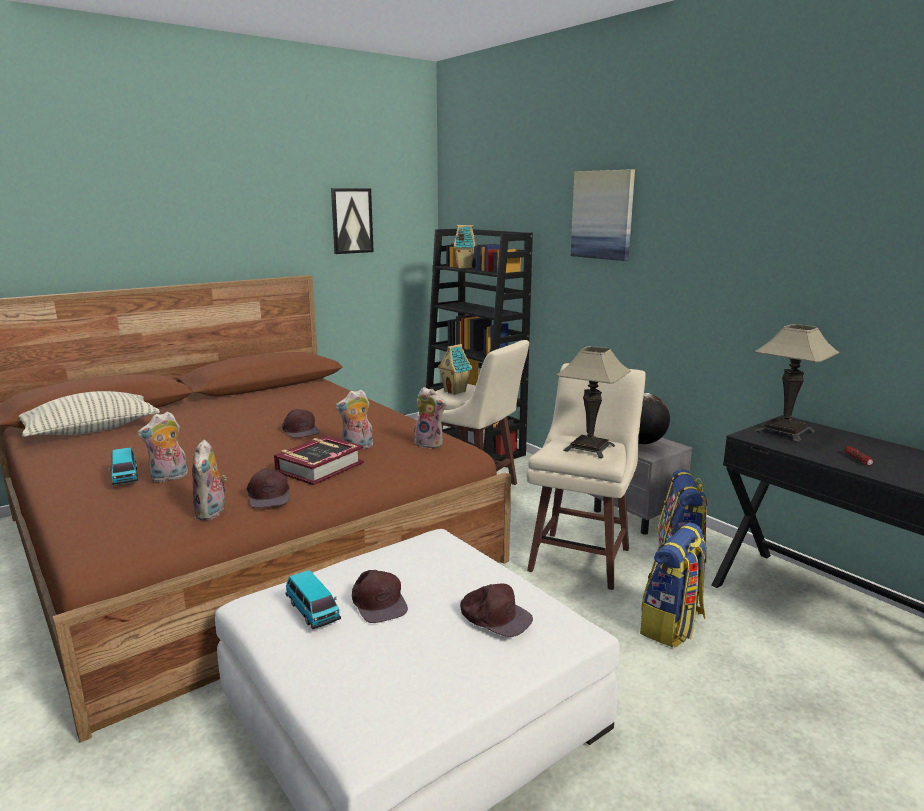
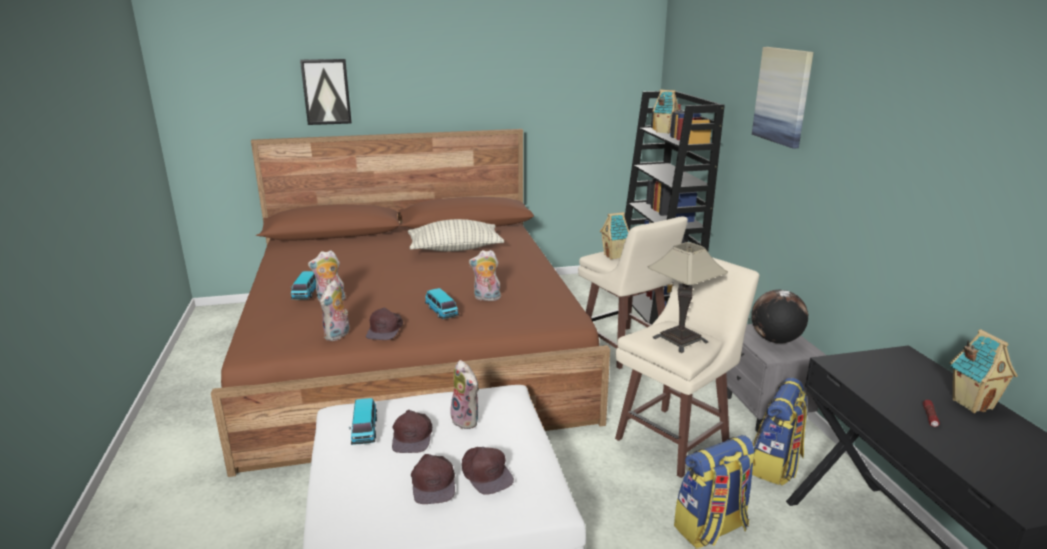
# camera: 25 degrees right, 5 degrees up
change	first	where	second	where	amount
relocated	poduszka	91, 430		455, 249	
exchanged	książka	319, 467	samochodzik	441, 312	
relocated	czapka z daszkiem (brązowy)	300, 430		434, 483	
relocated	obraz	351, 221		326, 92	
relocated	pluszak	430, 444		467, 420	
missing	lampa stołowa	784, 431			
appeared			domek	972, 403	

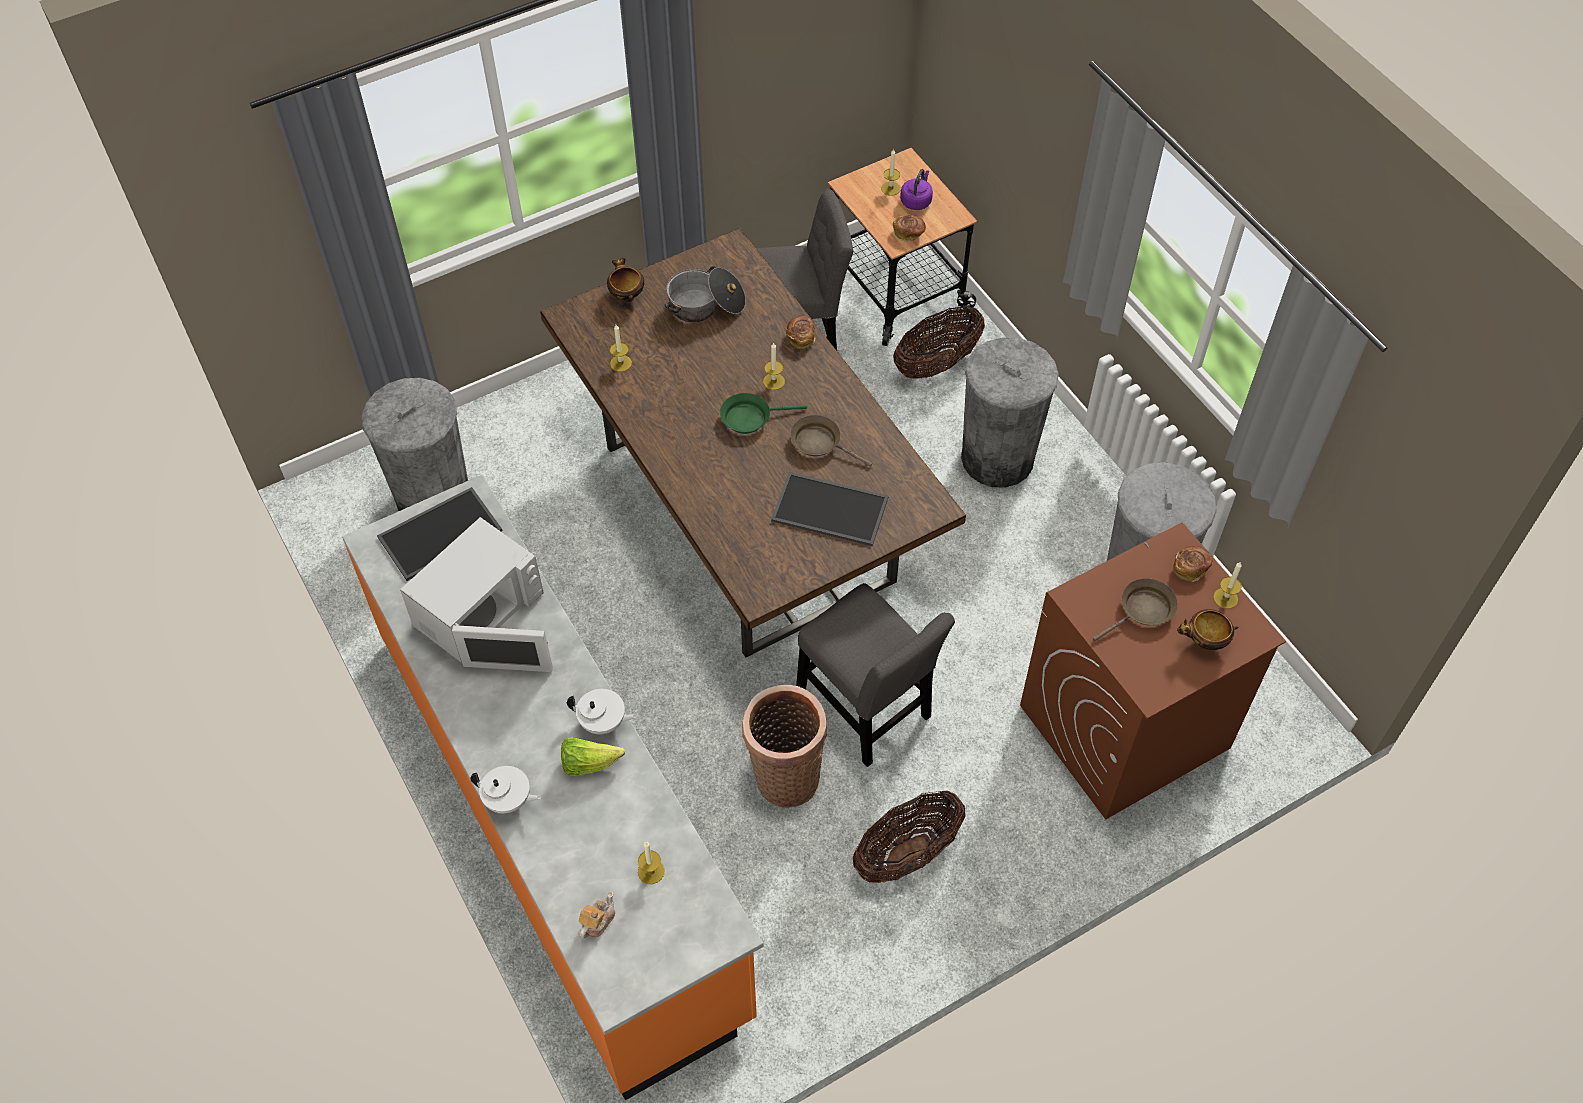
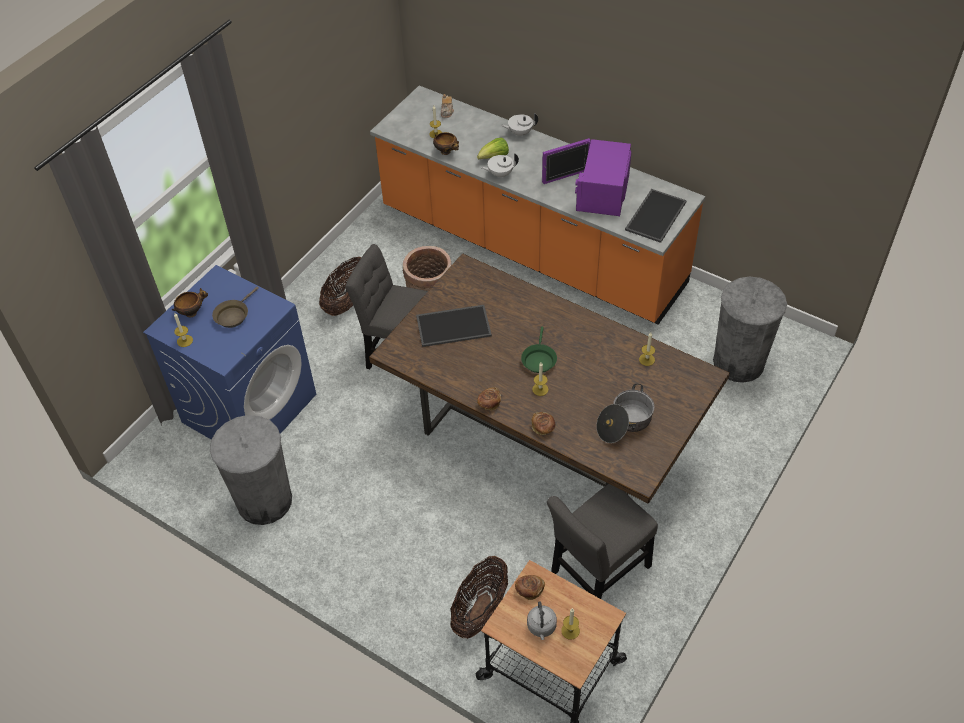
# camera: 155 degrees right, 5 degrees down
change	first	where	second	where	amount
colour	mikrofalówka (biały)	480, 615	mikrofalówka (fioletowy)	599, 191	
relocated	miska	626, 295		446, 152	
spun	patelnia (zielony)	750, 418		538, 359	135 degrees clockwise
missing	patelnia (brązowy)	820, 443			
colour	czajnik (fioletowy)	916, 201	czajnik (szary)	541, 627	
missing	kosz na śmieci (szary)	997, 458			
colour	pralka (brązowy)	1123, 728	pralka (niebieski)	249, 407	
relocated	chleb	1190, 568		489, 403	

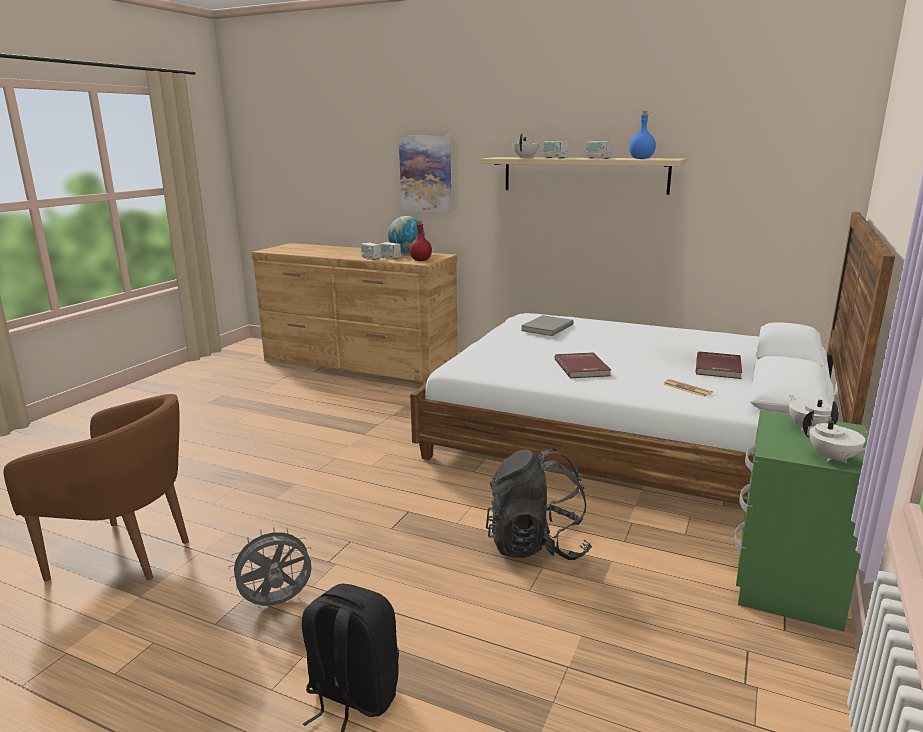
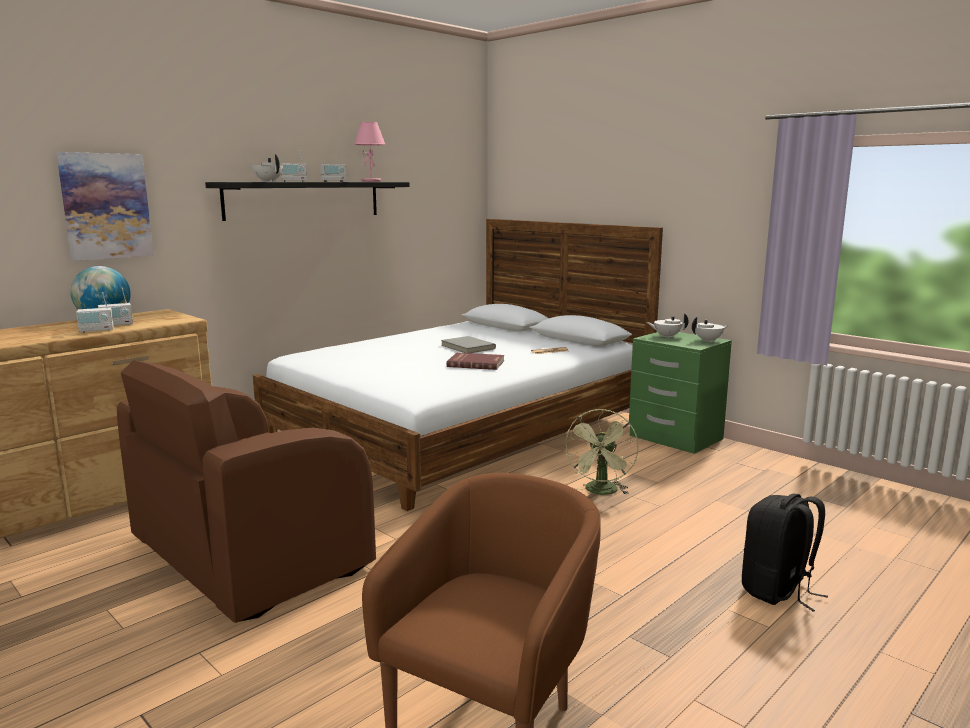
# camera: 70 degrees left, 5 degrees down
change	first	where	second	where	amount
missing	wentylator (szary)	276, 603			
missing	butelka (czerwony)	420, 260			
colour	półka (beżowy)	584, 175	półka (czarny)	304, 199	
exchanged	plecak (czarny)	536, 545	wentylator (zielony)	601, 492	
relocated	książka (szary)	546, 327		467, 347	
exchanged	butelka (niebieski)	641, 159	lampa stołowa (różowy)	371, 181	
missing	książka (czerwony)	719, 367			
appeared			fotel (brązowy)	247, 555	

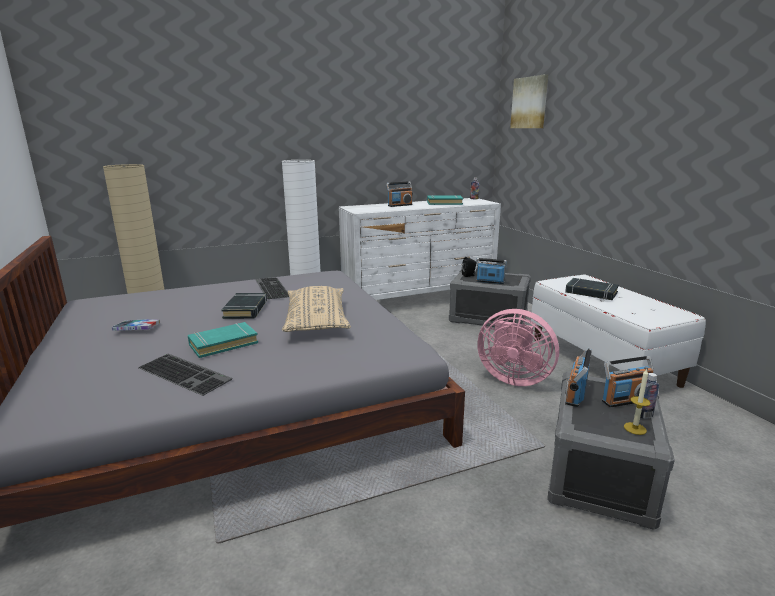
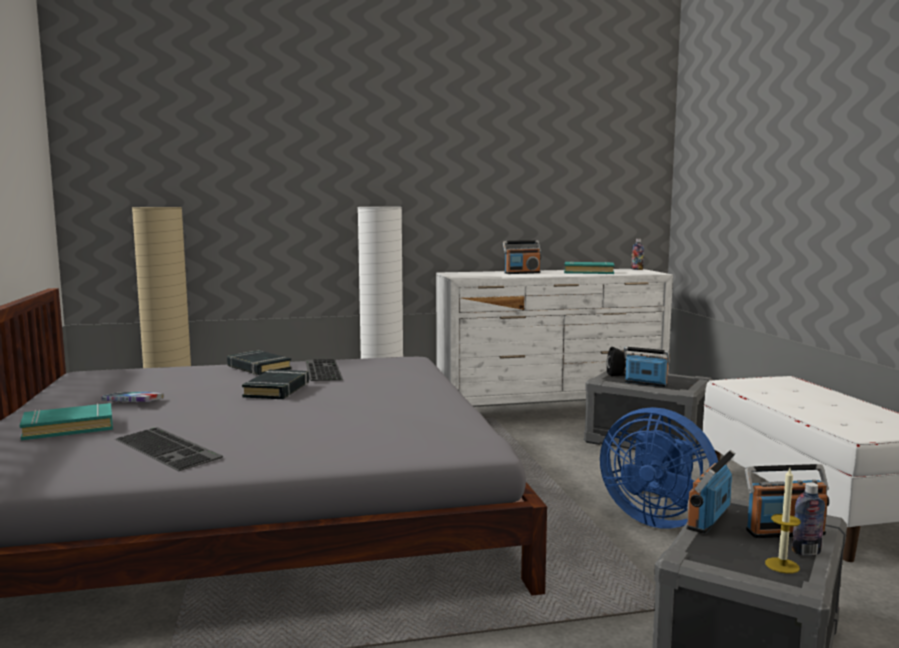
# camera: 10 degrees right, 10 degrees down
change	first	where	second	where	amount
relocated	książka (turkusowy)	223, 344		69, 428	
missing	poduszka (beżowy)	316, 321			
colour	wentylator (różowy)	513, 378	wentylator (niebieski)	657, 518	
missing	obraz	530, 103			
relocated	książka (czarny)	591, 292		258, 368	

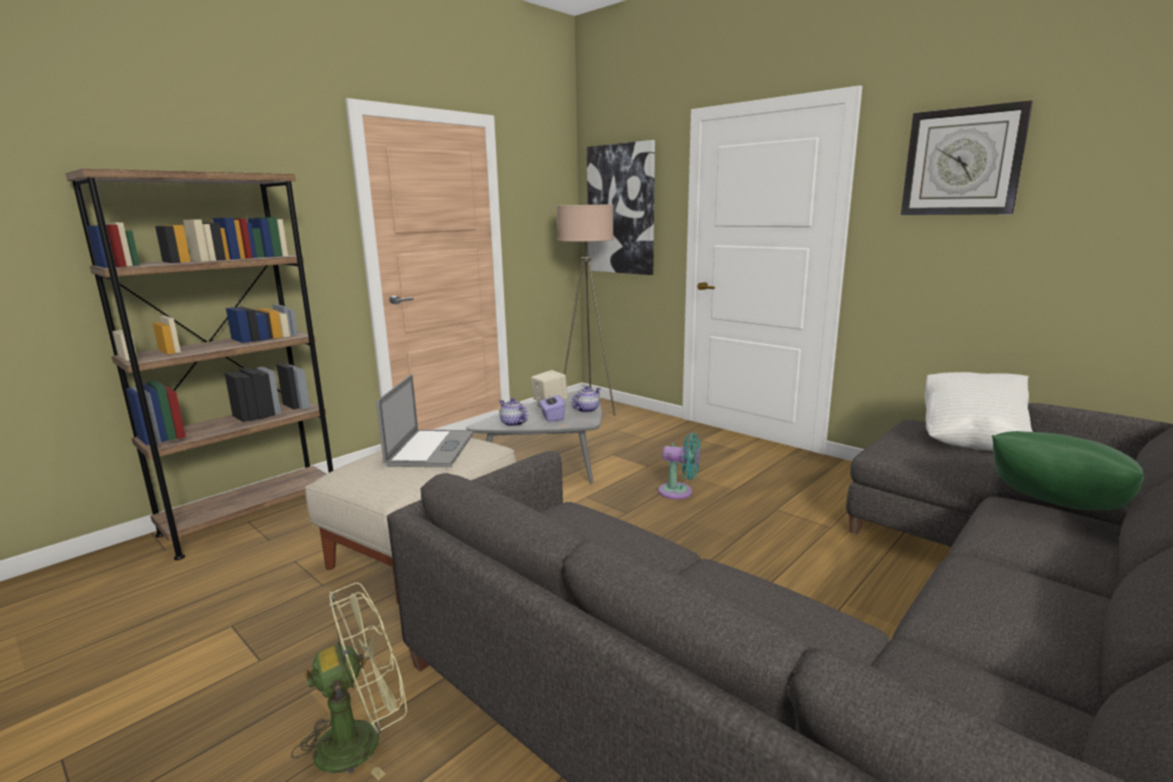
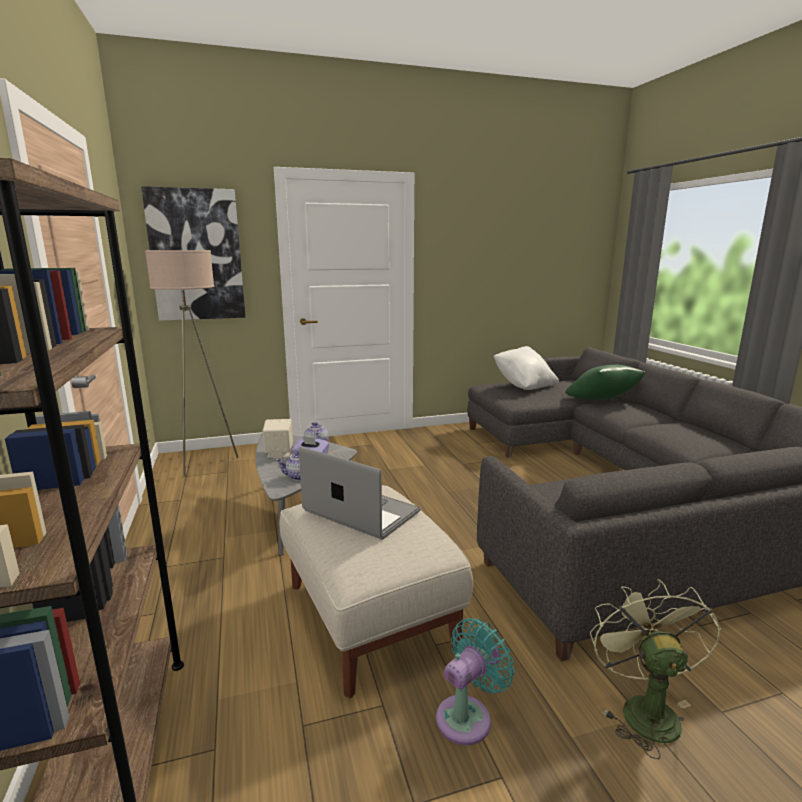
# camera: 60 degrees left, 0 degrees up
change	first	where	second	where	amount
relocated	wentylator (turkusowy)	679, 492		468, 716	
missing	zegar ścienny	962, 162			

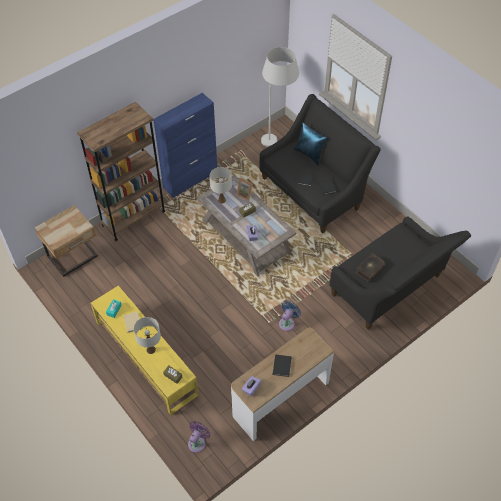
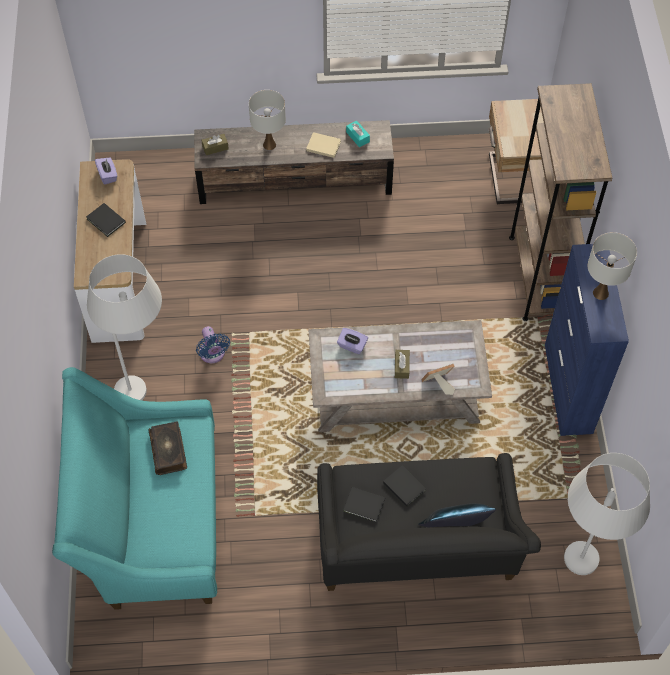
# camera: 125 degrees right, 5 degrees up
change	first	where	second	where	amount
colour	szafka pod telewizor (żółty)	145, 357	szafka pod telewizor (brązowy)	295, 180	
missing	wentylator (fioletowy)	198, 442			
relocated	lampa stołowa (biały)	221, 200		600, 293	
colour	kanapa (czarny)	390, 289	kanapa (turkusowy)	152, 521	
appeared			lampa stojąca (biały)	148, 393	

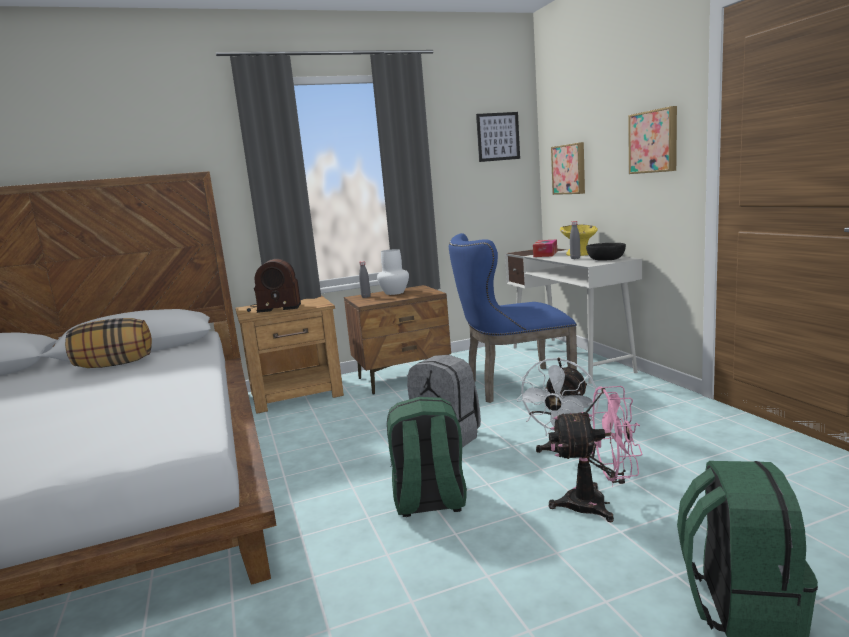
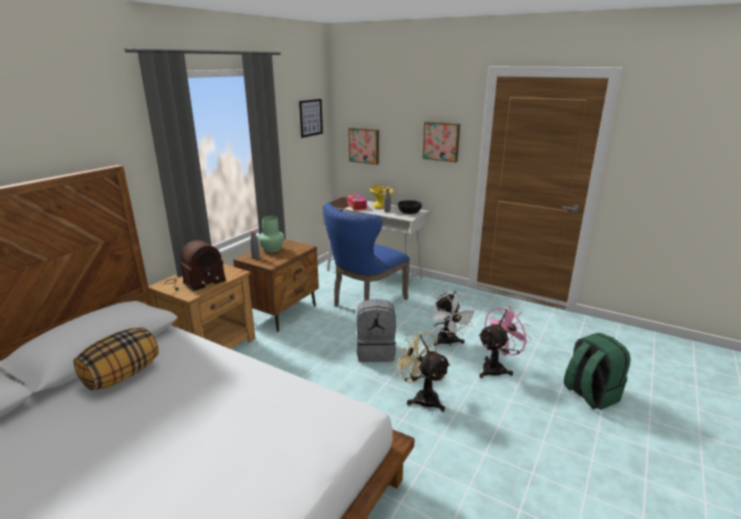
# camera: 40 degrees left, 10 degrees up
change	first	where	second	where	amount
colour	wazon (biały)	395, 292	wazon (zielony)	272, 249	
exchanged	plecak (zielony)	429, 502	wentylator (beżowy)	421, 397	

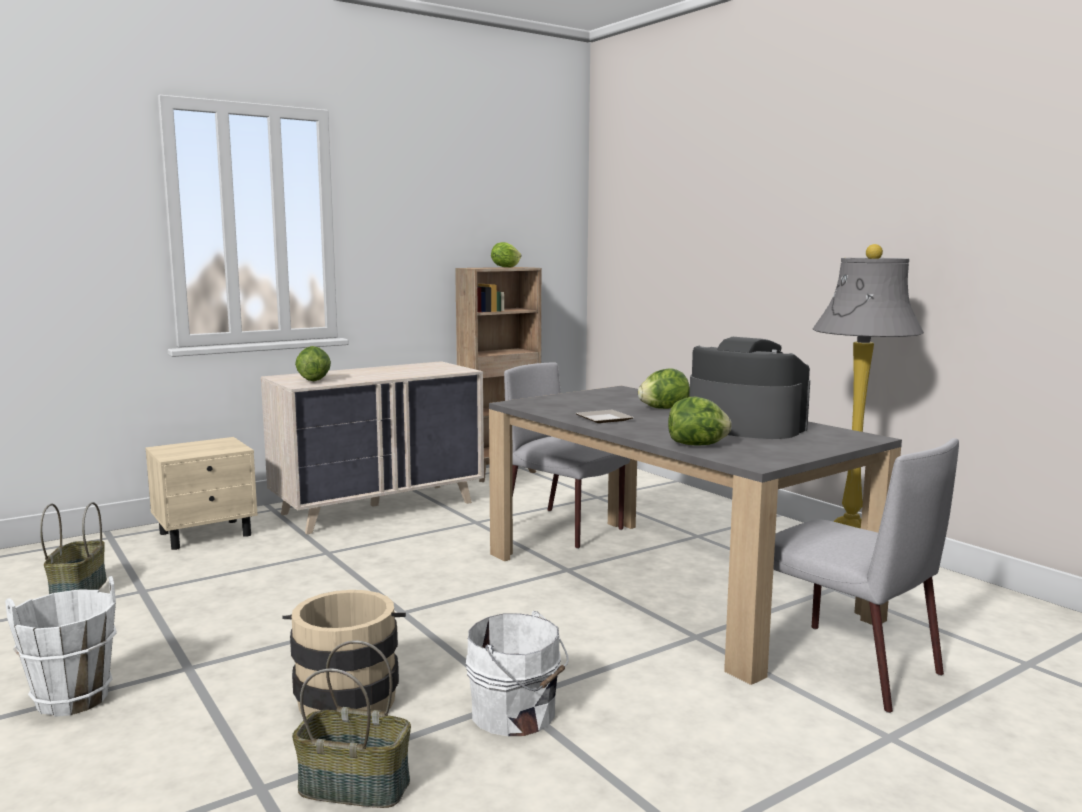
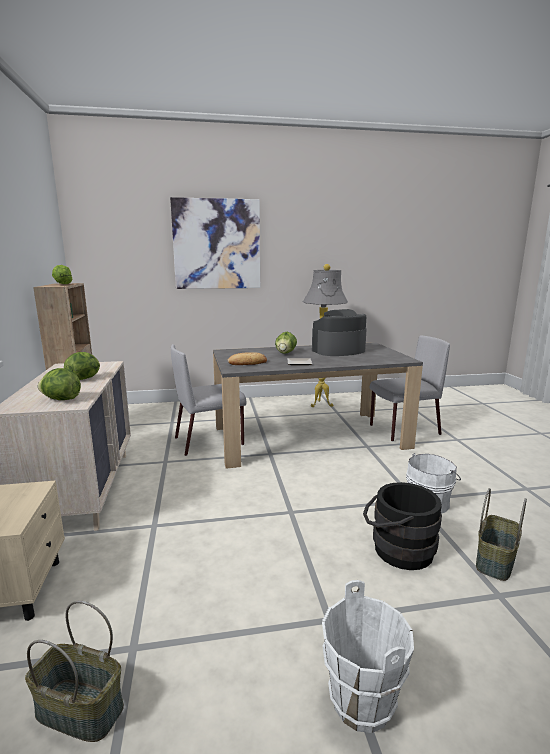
# camera: 65 degrees left, 5 degrees up
change	first	where	second	where	amount
colour	wiadro (beżowy)	348, 696	wiadro (czarny)	397, 549	
relocated	sałata	697, 445		84, 378	
appeared			obraz	217, 244	
appeared			chleb	248, 363	

